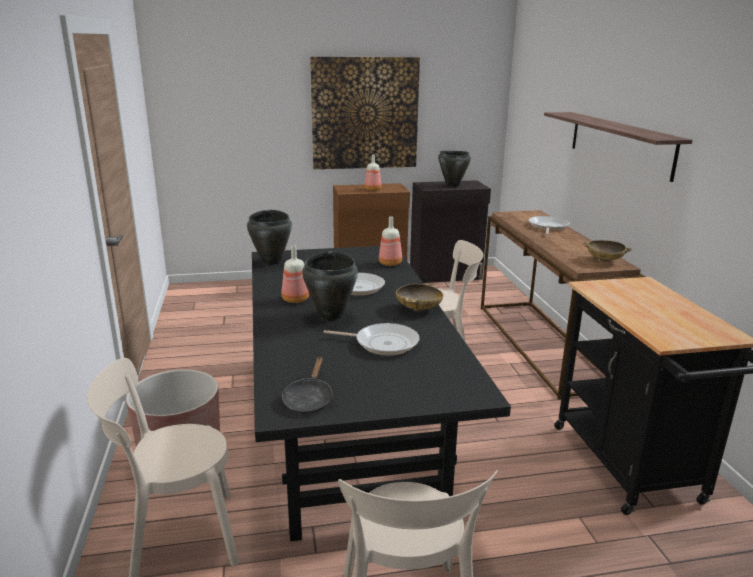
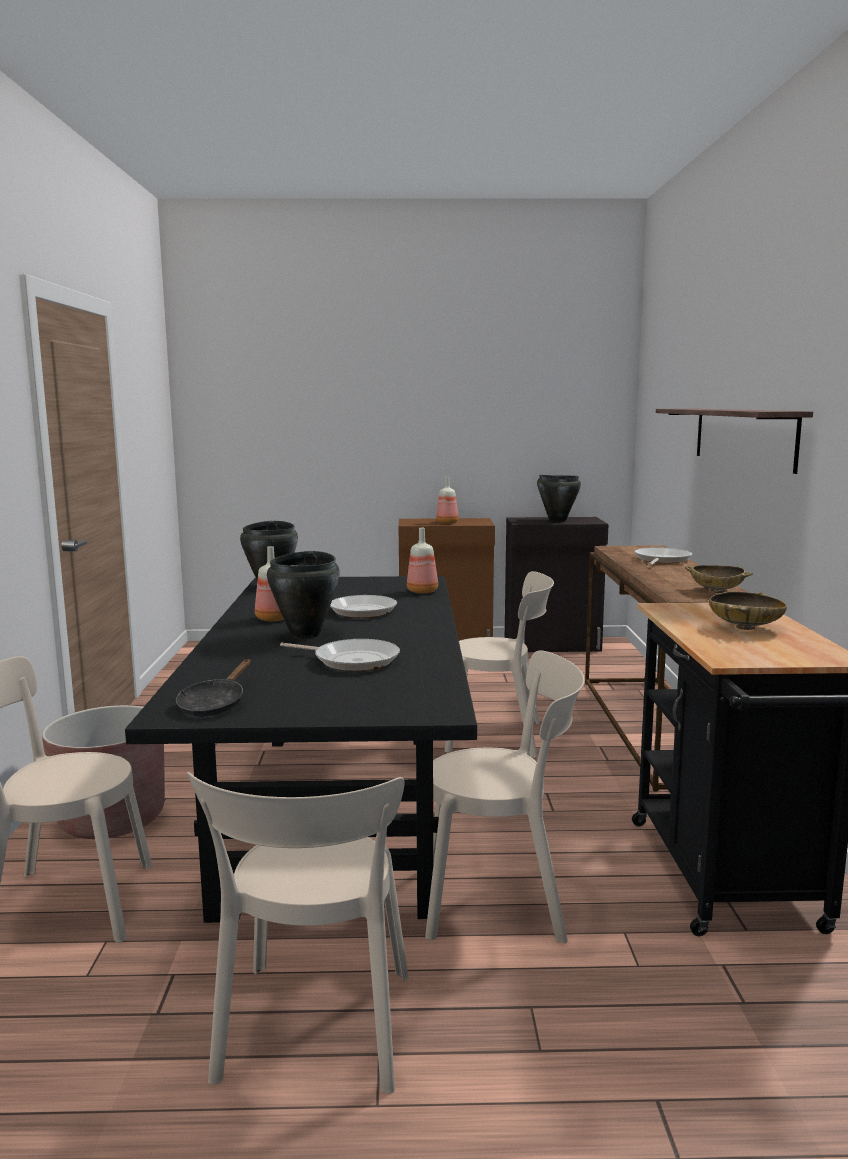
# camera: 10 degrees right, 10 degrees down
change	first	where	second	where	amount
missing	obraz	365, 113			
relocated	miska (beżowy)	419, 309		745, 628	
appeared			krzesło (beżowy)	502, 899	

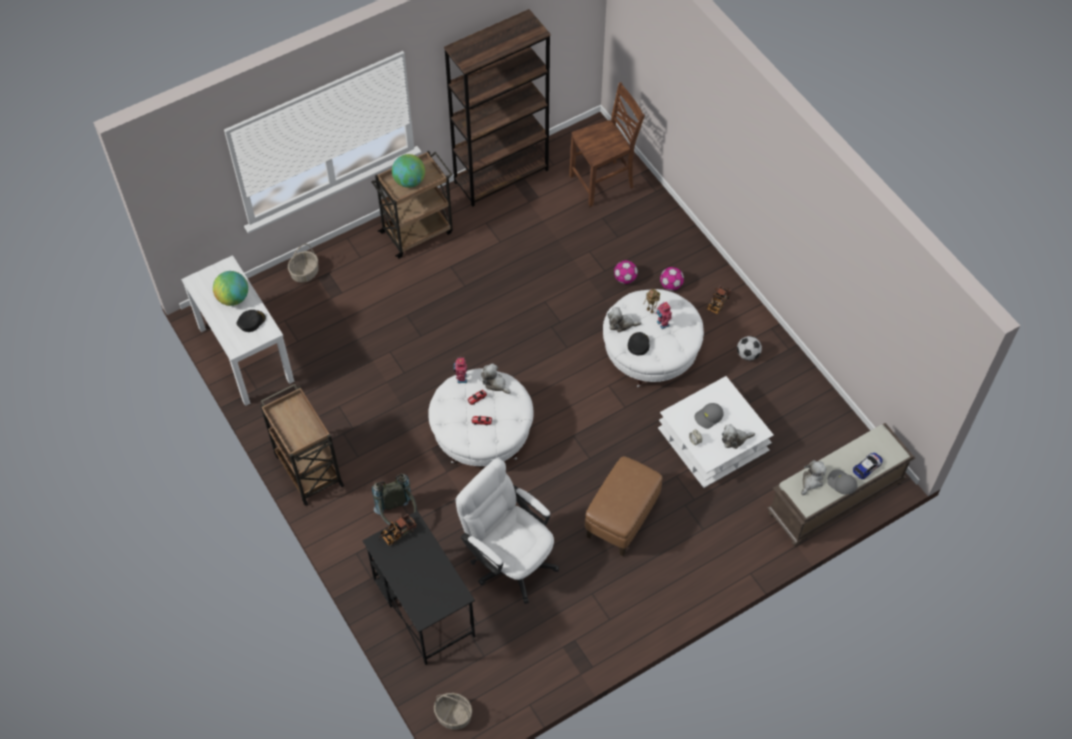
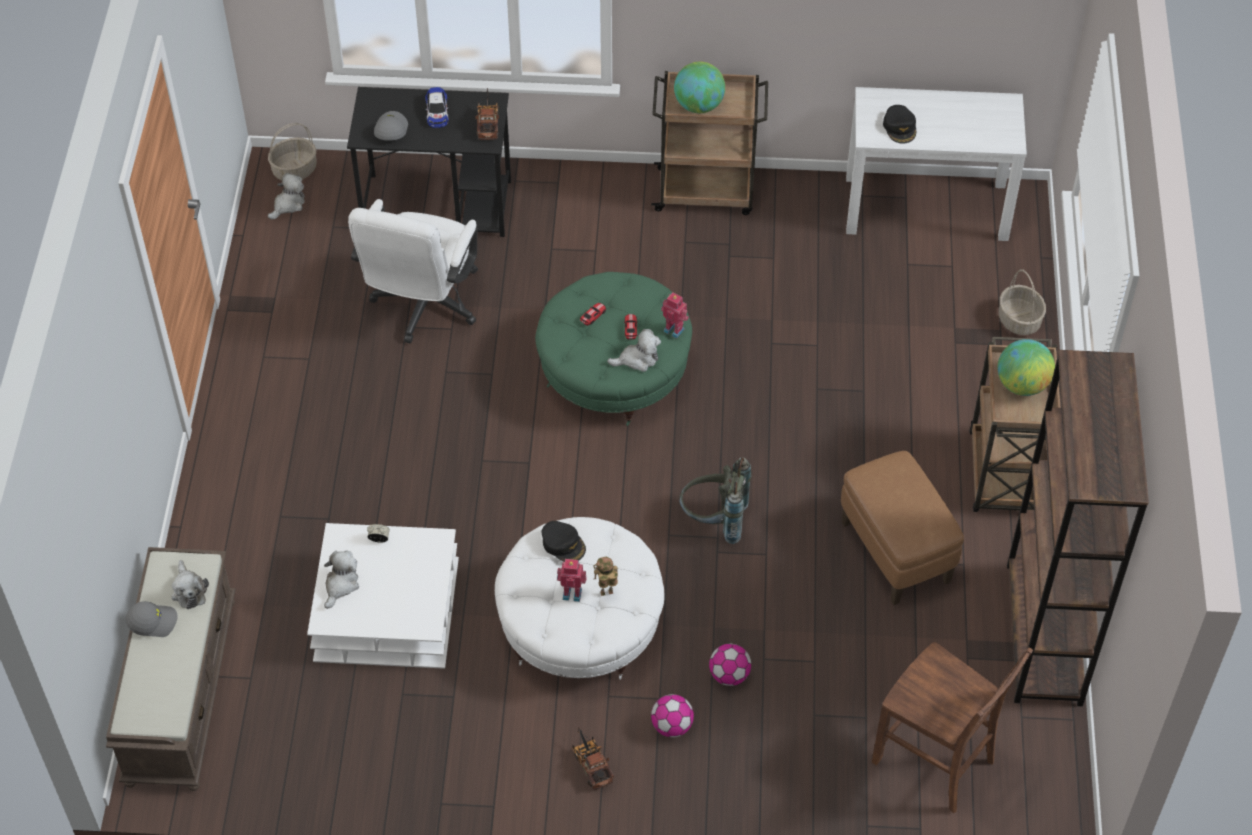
# camera: 125 degrees right, 5 degrees down
change	first	where	second	where	amount
relocated	globus	233, 298		698, 105	
relocated	plecak (szary)	398, 517		714, 521	
colour	pufa (biały)	482, 433	pufa (zielony)	613, 373	
spun	krzesło biurowe (biały)	509, 559		423, 308	120 degrees clockwise
spun	krzesło (brązowy)	603, 182		936, 762	60 degrees counterclockwise
relocated	pufa (brązowy)	621, 519		895, 552	
relocated	pluszak	621, 324		288, 204	
relocated	czapka z daszkiem (szary)	708, 417		390, 130	
missing	piłka futbolowa	747, 354			
relocated	samochodzik	867, 467		437, 111	

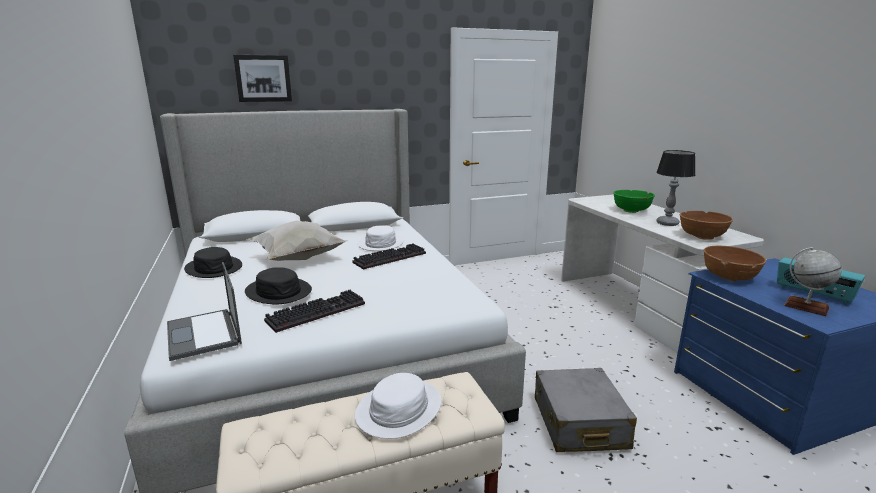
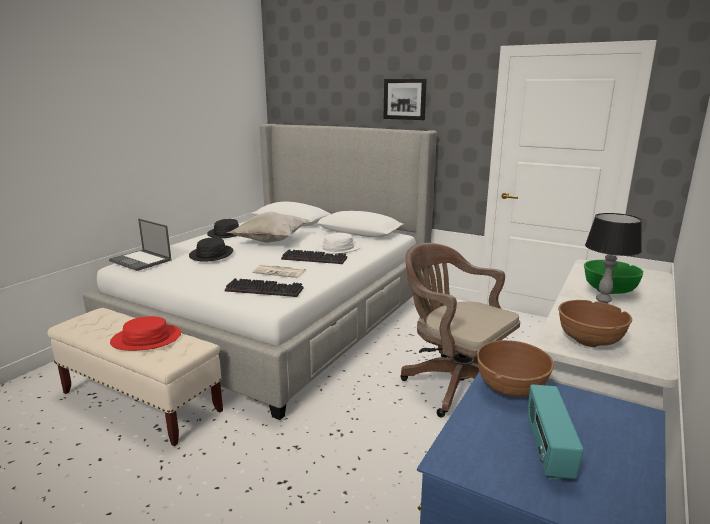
# camera: 50 degrees right, 0 degrees up
change	first	where	second	where	amount
spun	laptop	204, 334		141, 260	75 degrees counterclockwise
relocated	obraz	263, 78		405, 99	
relocated	klawiatura	317, 311		266, 289	
colour	kapelusz (biały)	399, 409	kapelusz (czerwony)	146, 339	
missing	walizka (szary)	579, 423			
missing	globus	806, 307			
appeared			gazeta	280, 272	
appeared			krzesło biurowe (brązowy)	454, 383	

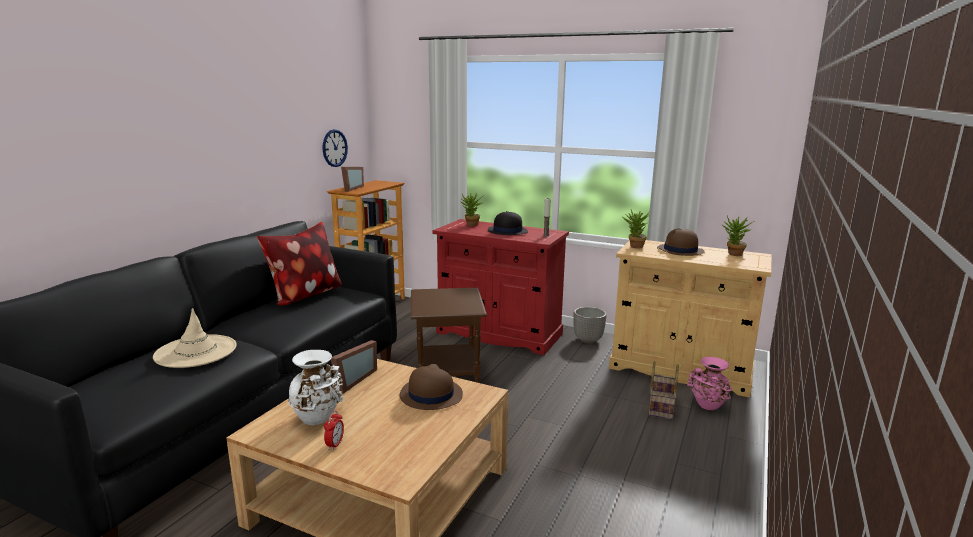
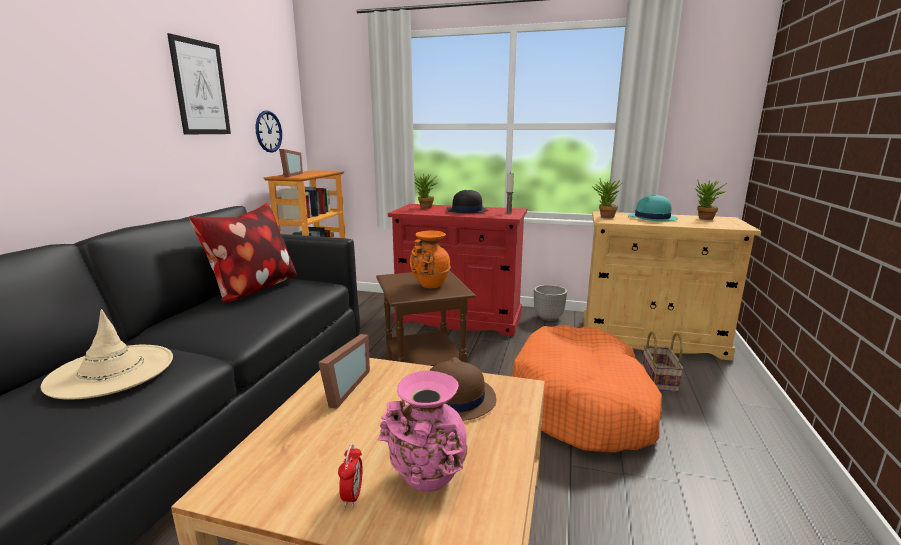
# camera: 10 degrees left, 0 degrees up
change	first	where	second	where	amount
missing	wazon (biały)	318, 418			
colour	kapelusz (brązowy)	680, 251	kapelusz (turkusowy)	652, 218	
relocated	wazon (różowy)	707, 406		426, 481	
appeared			obraz	201, 88	
appeared			wazon (pomarańczowy)	429, 285	
appeared			legowisko (pomarańczowy)	583, 404	

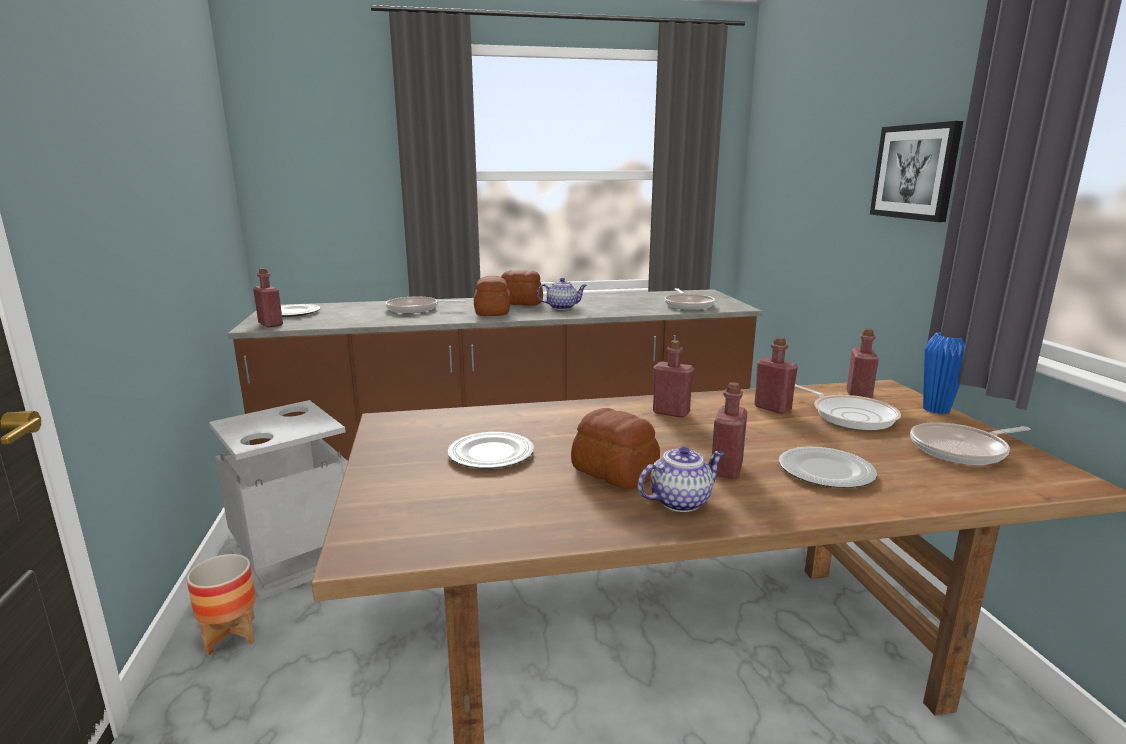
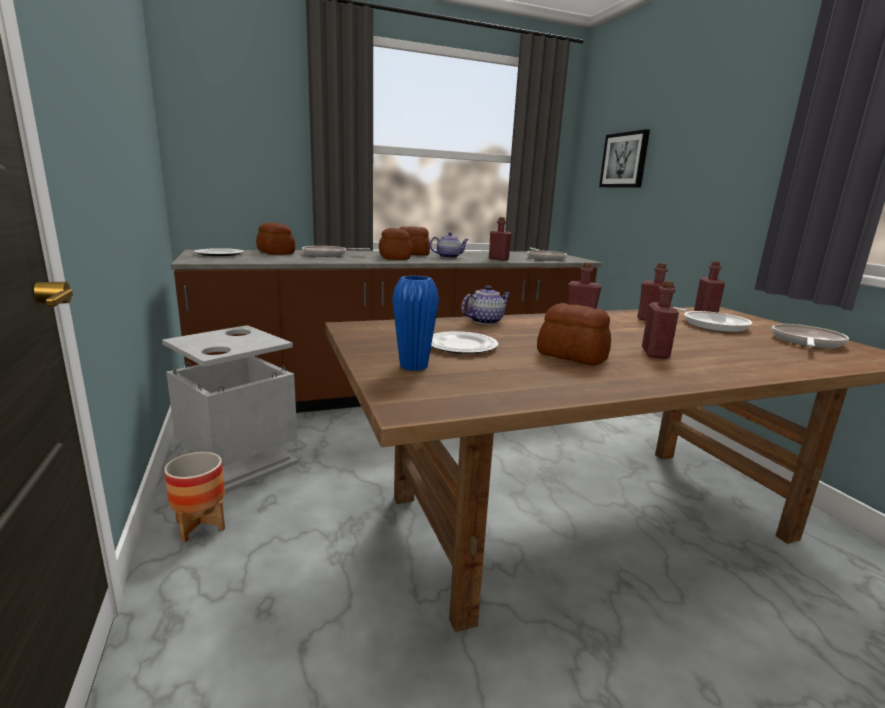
# camera: 10 degrees left, 0 degrees up
change	first	where	second	where	amount
relocated	butelka (czerwony)	270, 324		498, 259	
relocated	imbryk	681, 501		485, 321	
missing	talerz	827, 470			
relocated	obraz	915, 172		624, 160	
spun	patelnia	962, 450		806, 342	150 degrees clockwise
relocated	wazon (niebieski)	936, 409		413, 366	
appeared			chleb	276, 253	

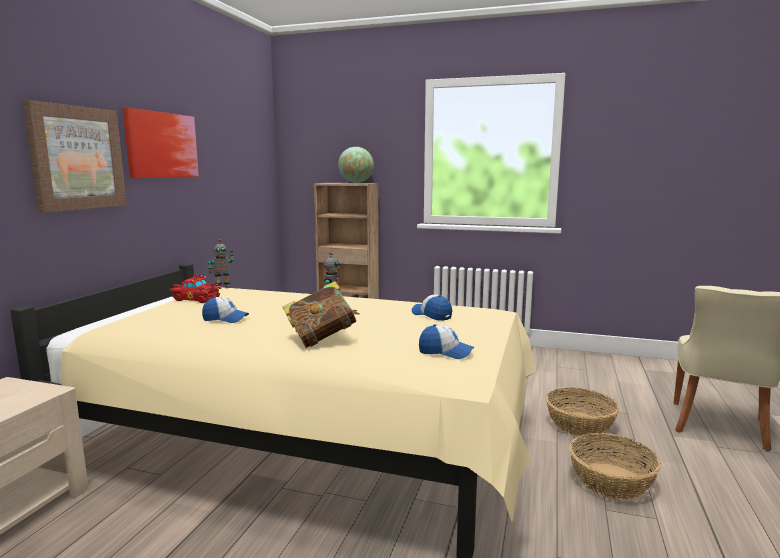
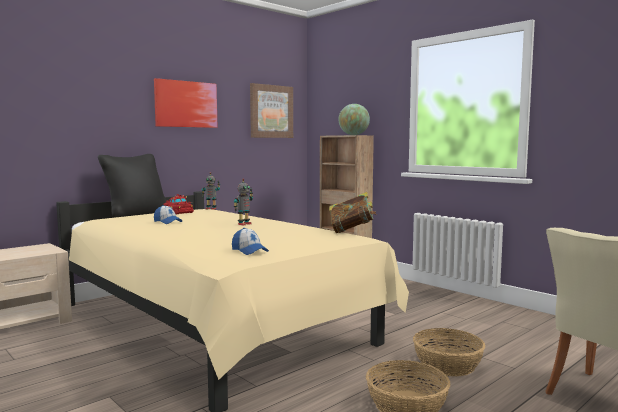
# camera: 30 degrees right, 5 degrees down
change	first	where	second	where	amount
relocated	obraz	77, 158		271, 111	
relocated	książka	321, 339		351, 231	
missing	czapka z daszkiem	432, 315			
appeared			poduszka (czarny)	136, 214	

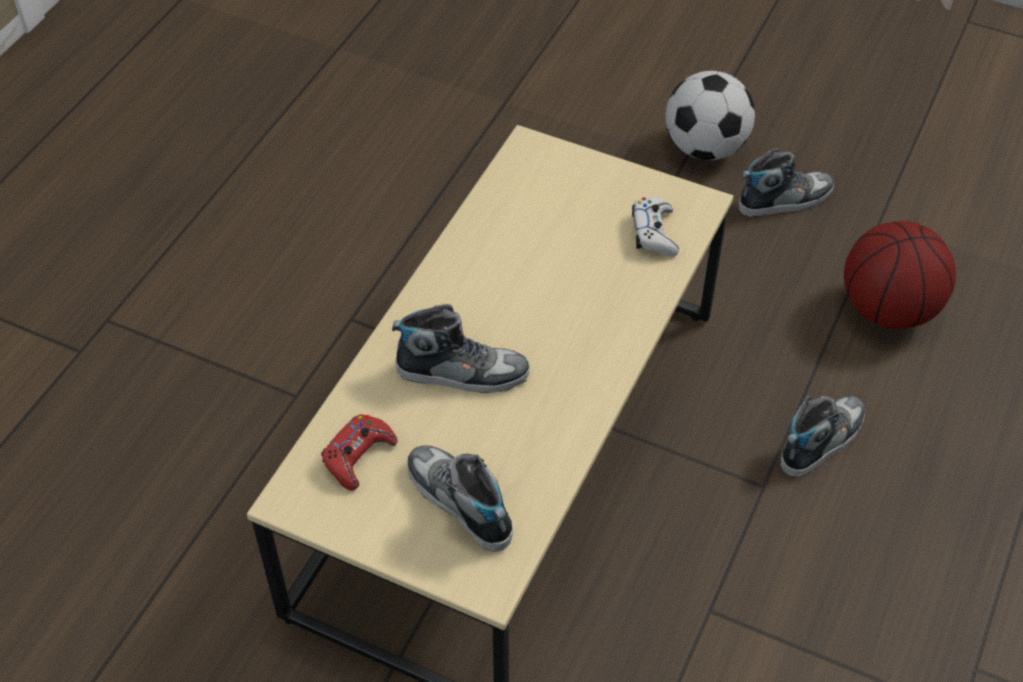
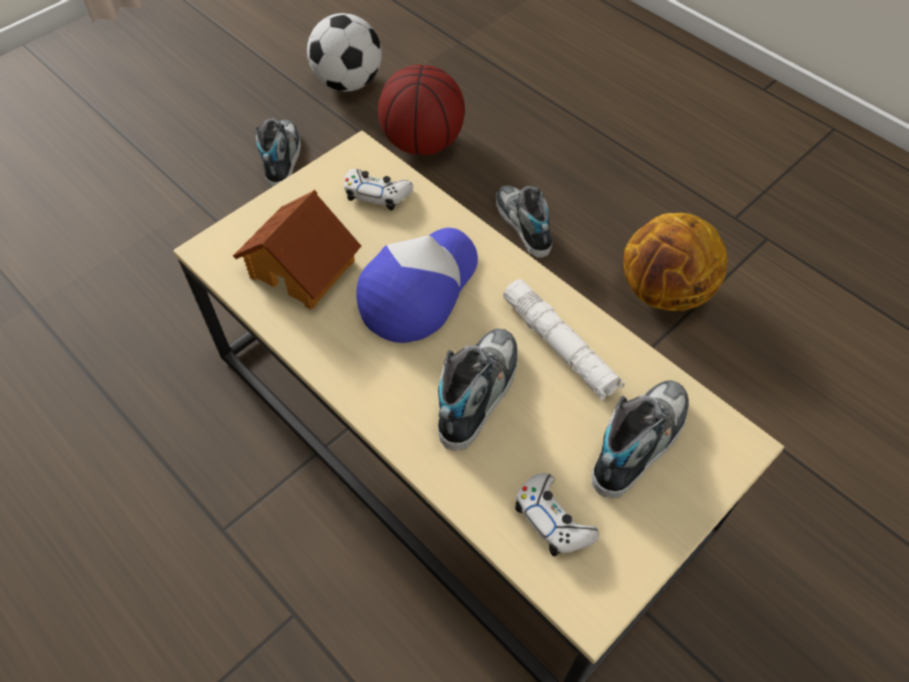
# camera: 70 degrees left, 5 degrees up
change	first	where	second	where	amount
colour	pad do gier (czerwony)	358, 456	pad do gier (biały)	553, 519	
spun	but	459, 503		638, 442	150 degrees clockwise
relocated	piłka futbolowa	705, 148		348, 83	
appeared			domek	303, 267	
appeared			czapka z daszkiem	418, 288	
appeared			latarka (biały)	559, 346	
appeared			piłka do koszykówki	664, 292	

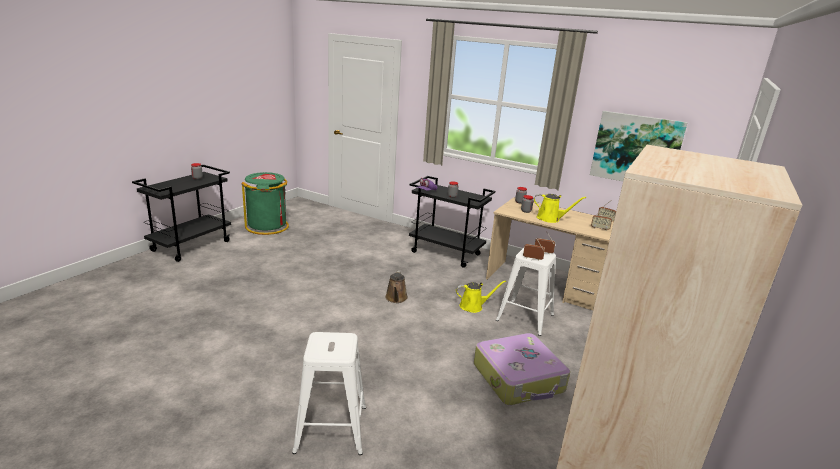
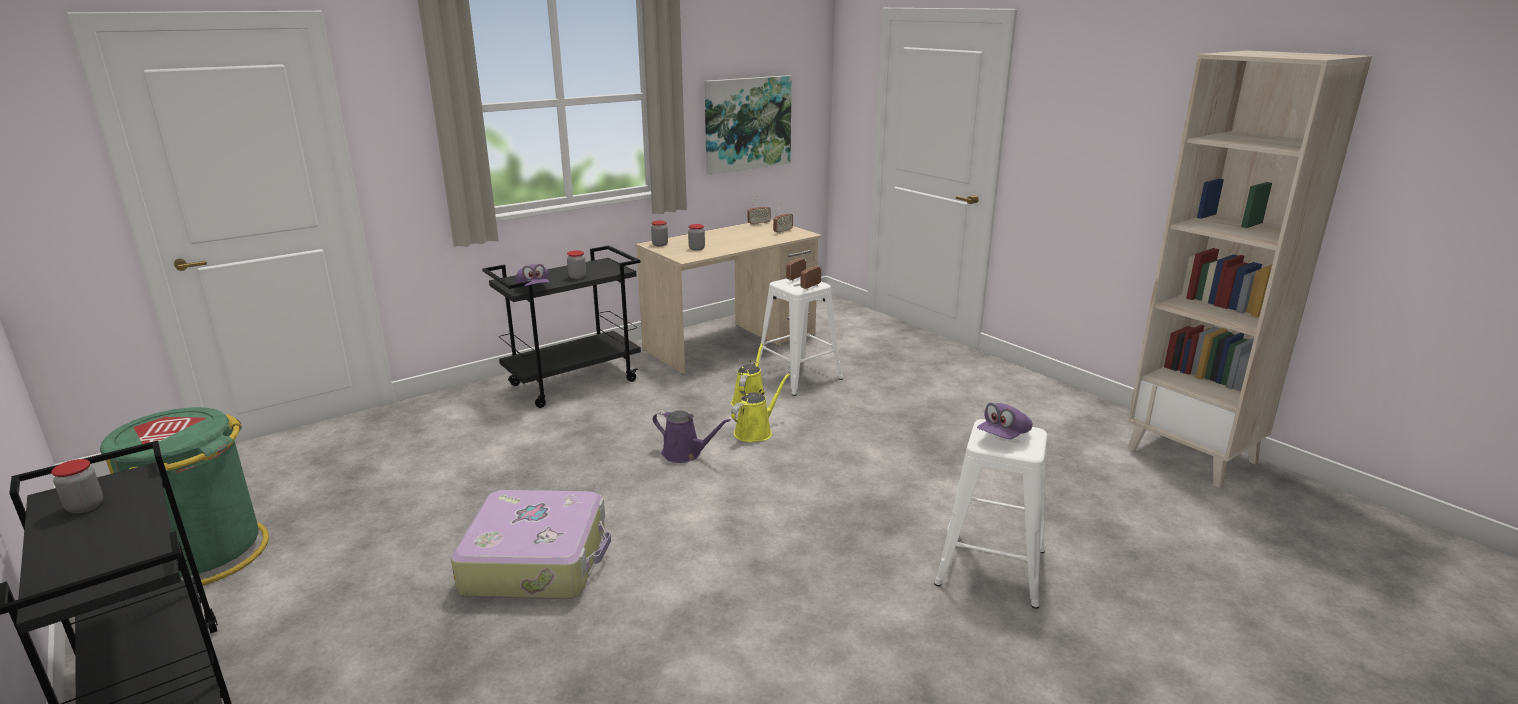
# camera: 65 degrees left, 0 degrees up
change	first	where	second	where	amount
colour	konewka (brązowy)	396, 298	konewka (fioletowy)	685, 454	
relocated	walizka	519, 378		537, 560	
relocated	konewka (żółty)	550, 219		756, 432	
appeared			czapka z daszkiem (fioletowy)	1003, 436	

